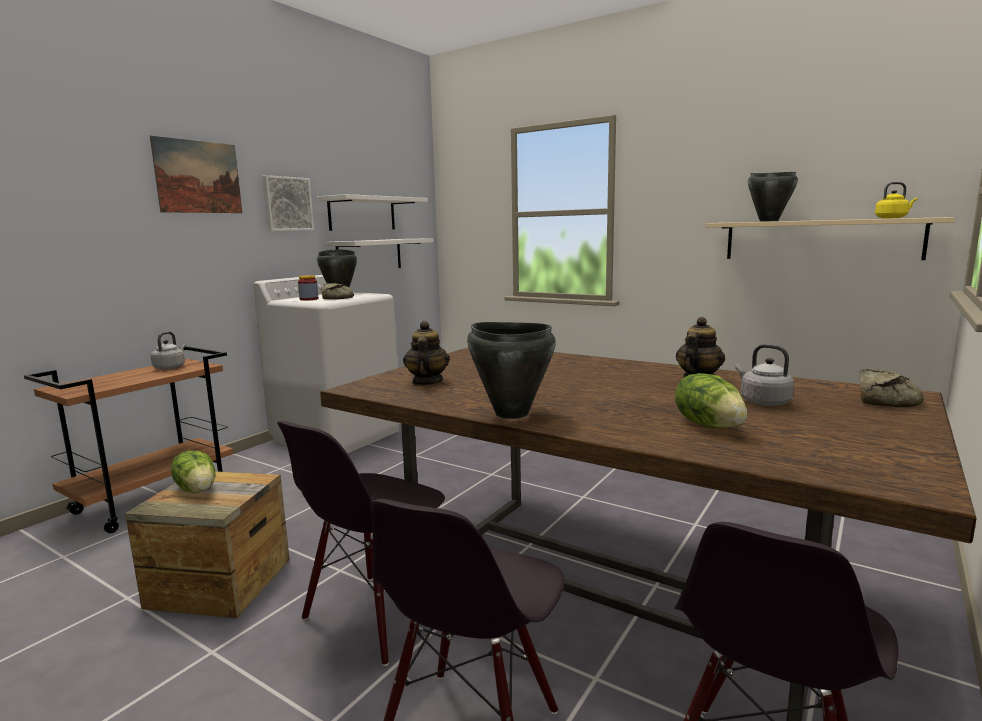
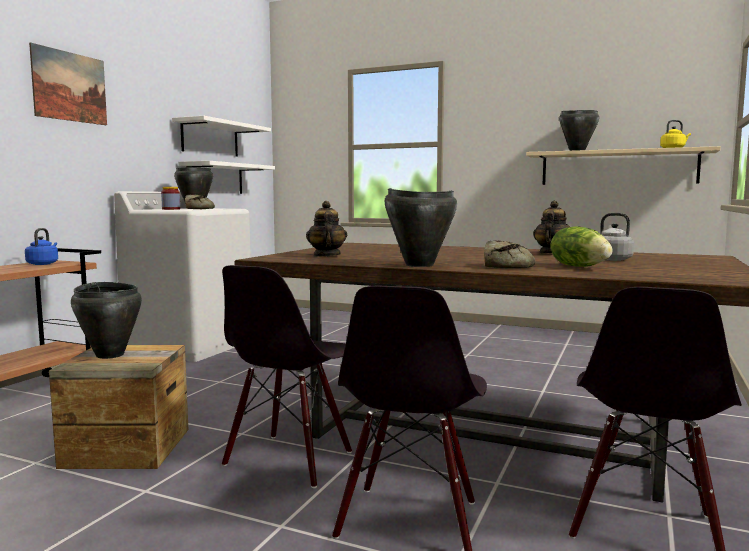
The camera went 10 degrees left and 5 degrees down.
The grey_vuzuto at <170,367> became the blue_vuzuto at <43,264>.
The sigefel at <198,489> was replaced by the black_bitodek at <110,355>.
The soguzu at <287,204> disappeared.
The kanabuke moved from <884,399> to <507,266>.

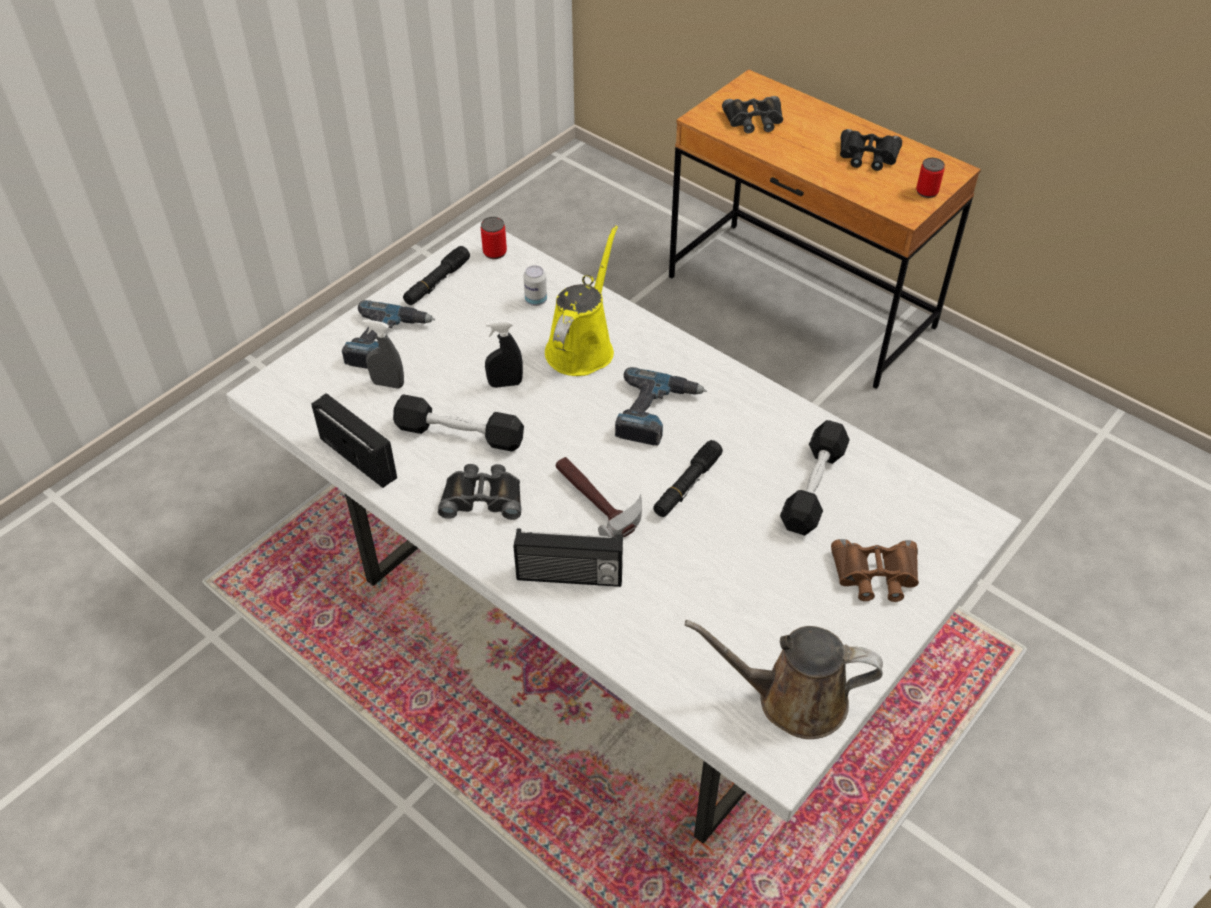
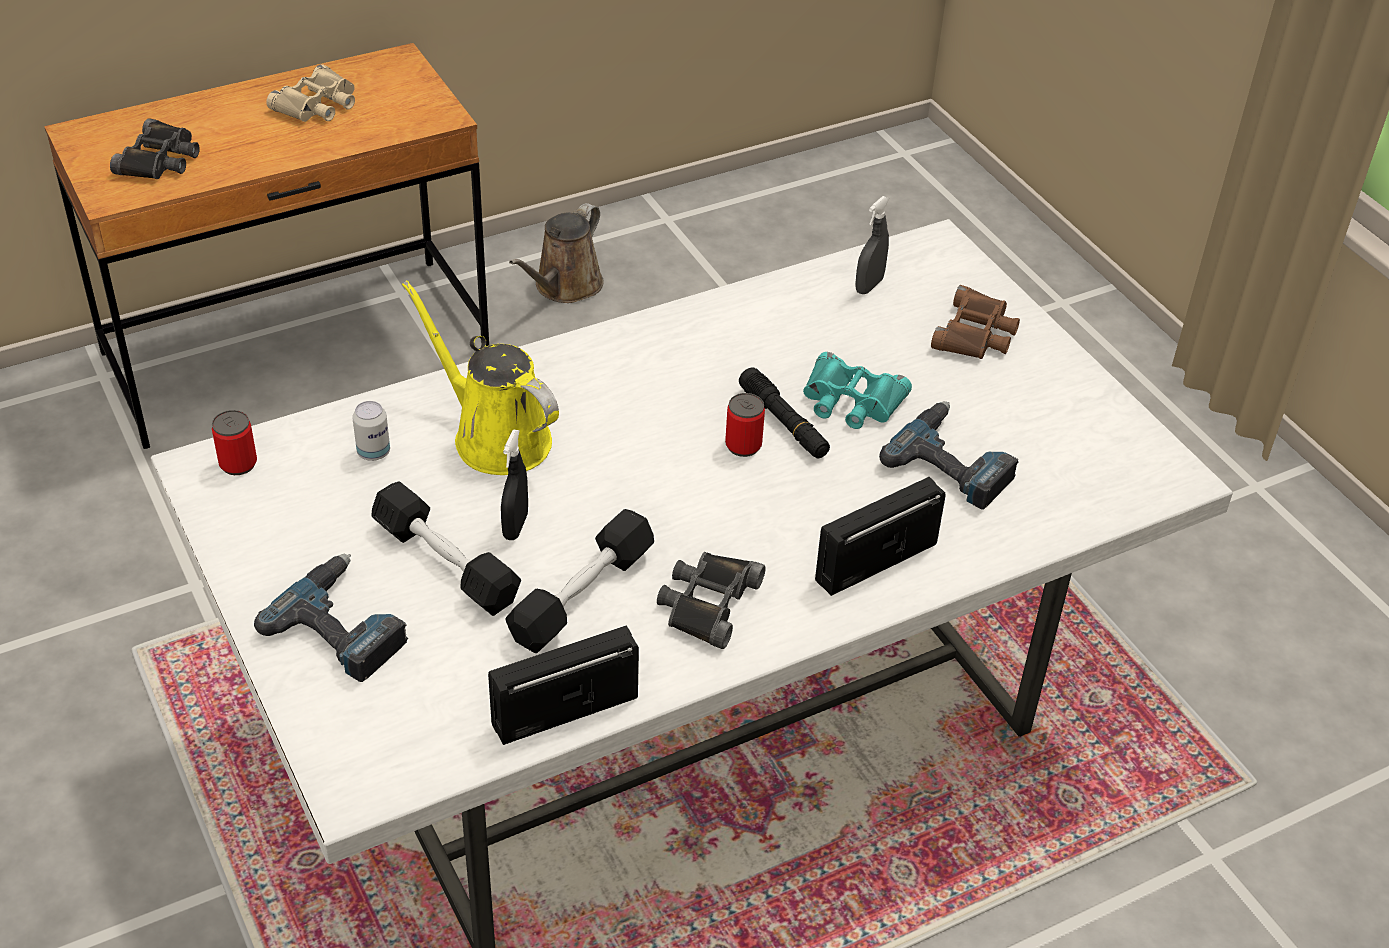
The camera went 70 degrees left and 5 degrees down.
The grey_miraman moved from <388,384> to <869,286>.
The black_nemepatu at <437,282> disappeared.
The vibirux at <569,577> turned 150 degrees counterclockwise.
The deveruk at <598,500> disappeared.
The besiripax moved from <655,413> to <953,463>.
The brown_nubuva moved from <792,699> to <564,287>.
The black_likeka moved from <813,487> to <446,563>.
The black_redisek at <868,156> became the beige_redisek at <318,104>.
The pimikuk moved from <927,192> to <743,445>.
The turquoise_redisek at <851,401> appeared.

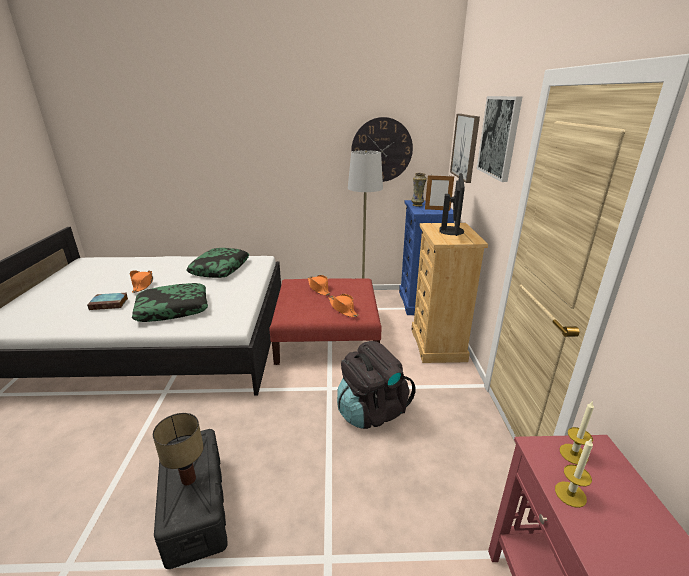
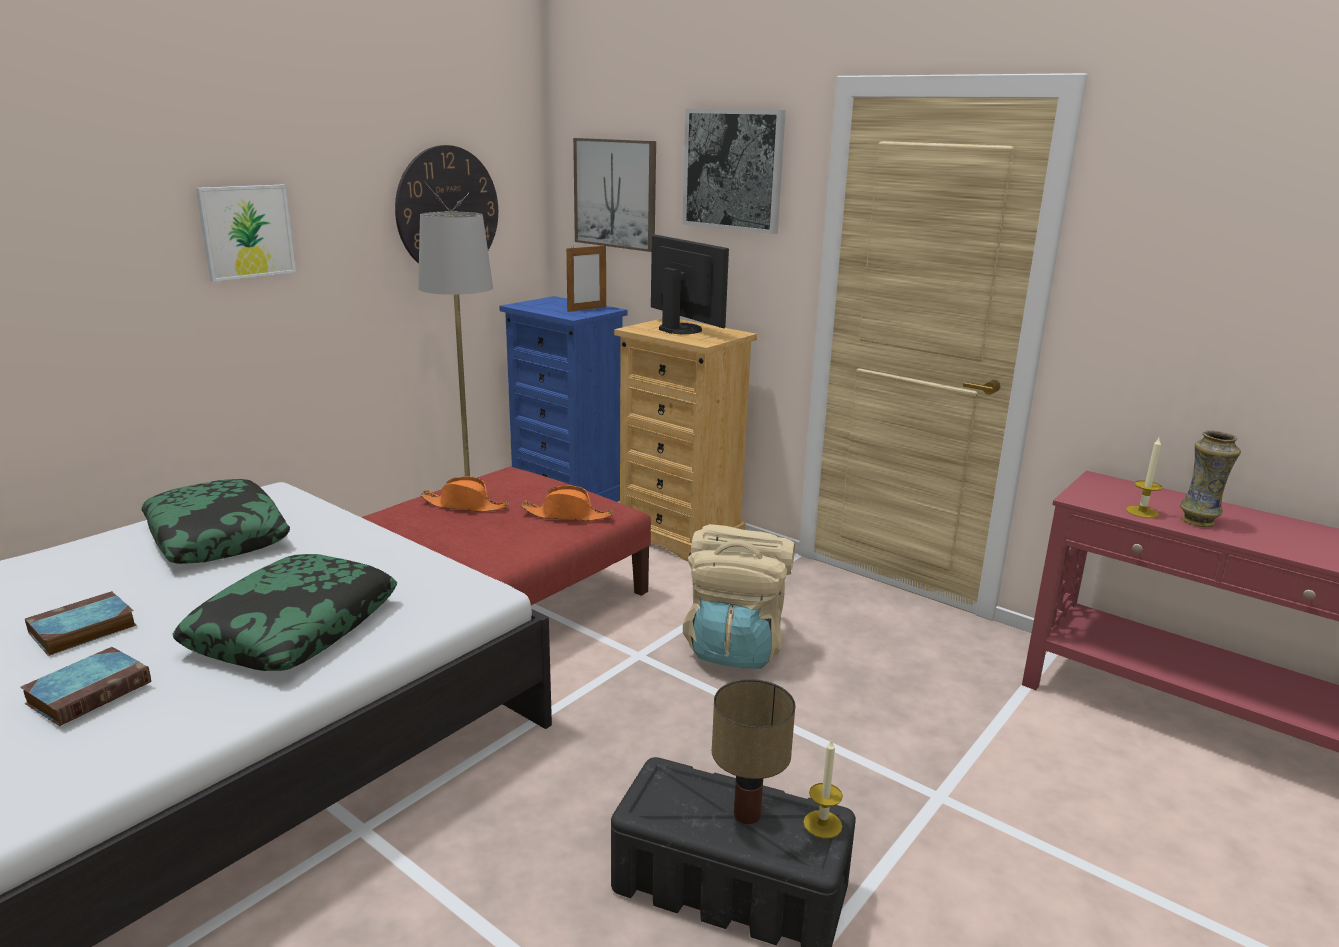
The camera went 50 degrees left and 5 degrees down.
The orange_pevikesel at <143,284> was replaced by the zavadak at <81,630>.
The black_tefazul at <372,411> became the beige_tefazul at <736,646>.
The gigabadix moved from <417,205> to <1199,521>.
The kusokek moved from <573,454> to <822,824>.
The soguzu at <246,231> appeared.

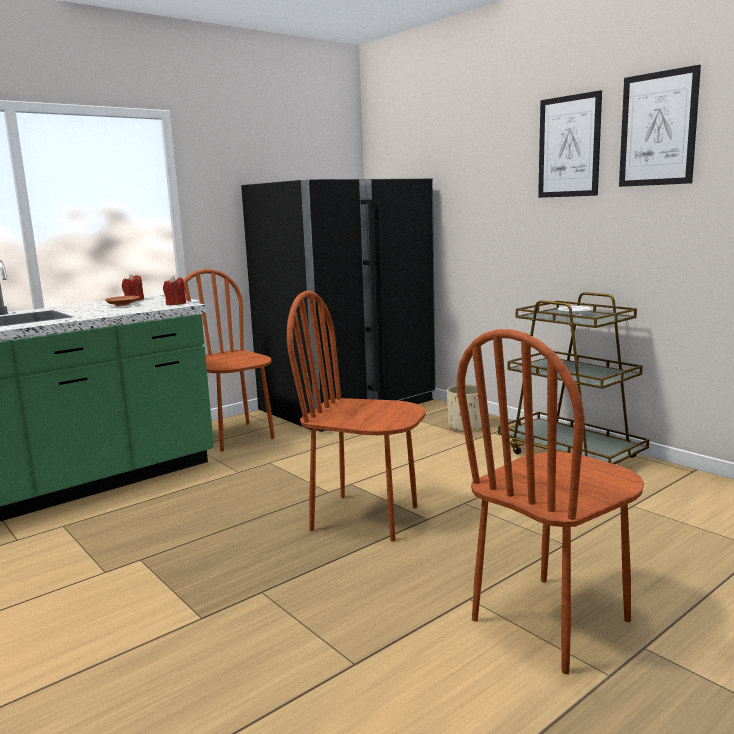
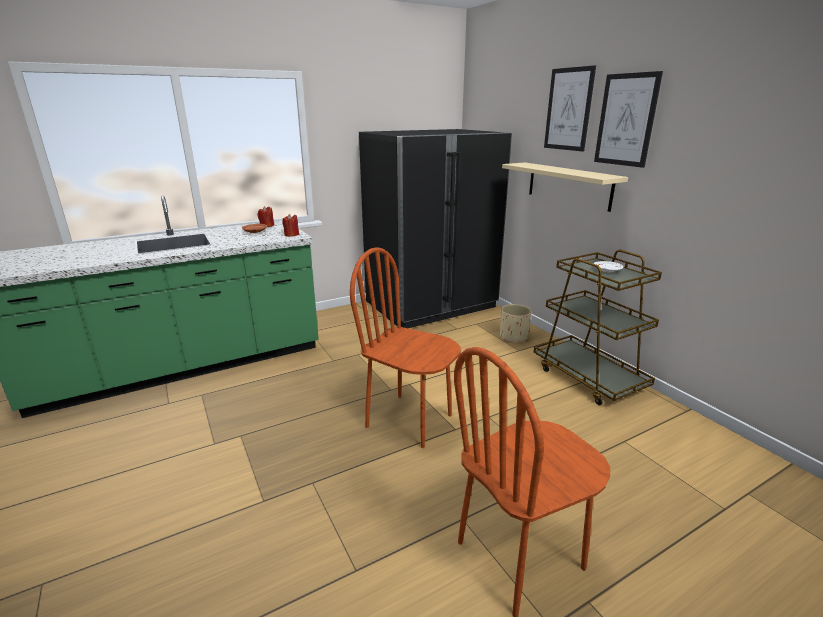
The camera went 10 degrees right and 10 degrees up.
The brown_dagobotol at <234,437> disappeared.
The soguzu moved from <658,129> to <568,109>.
The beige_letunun at <568,185> appeared.

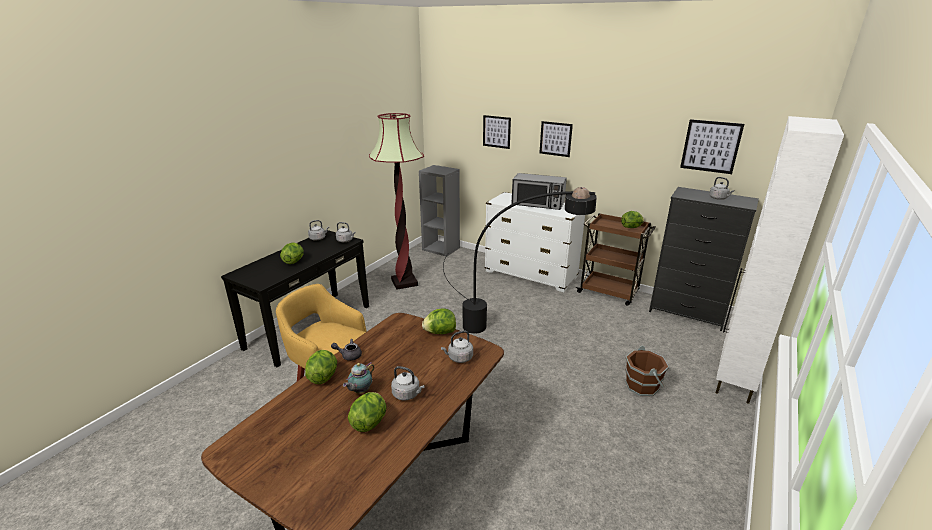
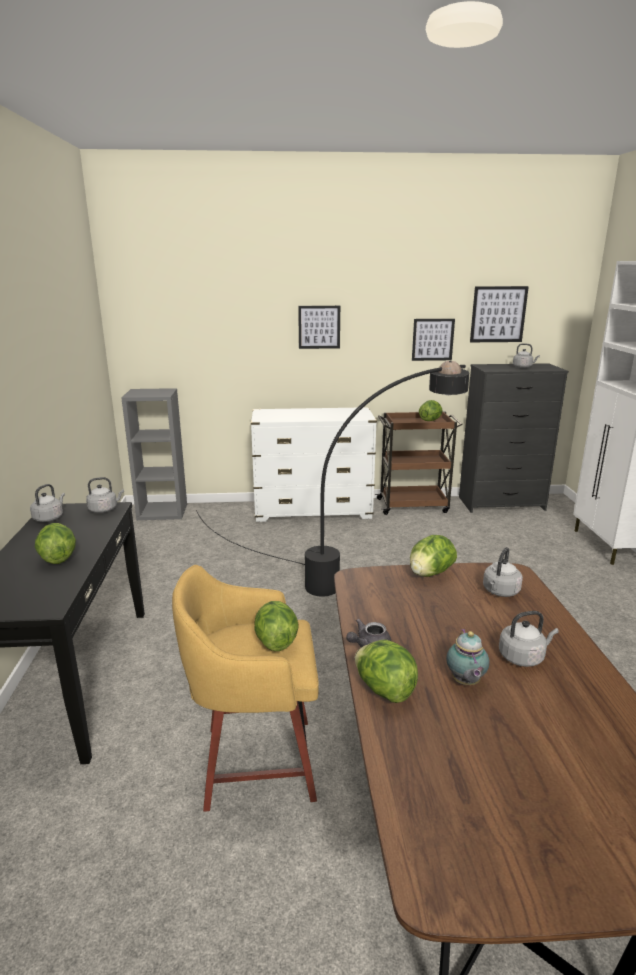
The camera went 35 degrees left and 5 degrees down.
The sigefel moved from <370,422> to <275,641>.
The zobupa at <404,282> disappeared.
The soguzu moved from <496,131> to <432,339>.
The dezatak at <537,204> disappeared.
The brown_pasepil at <642,386> disappeared.

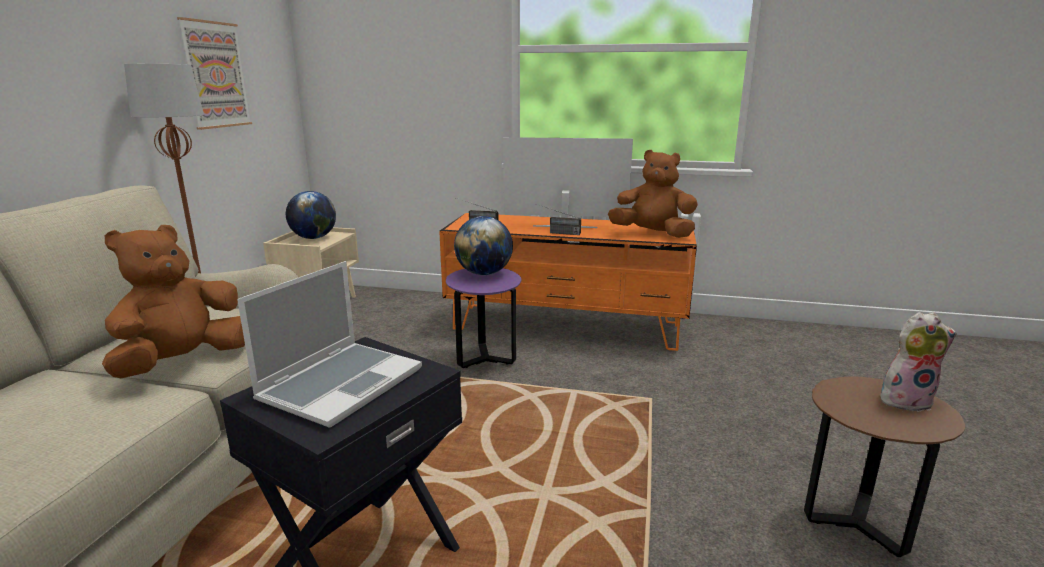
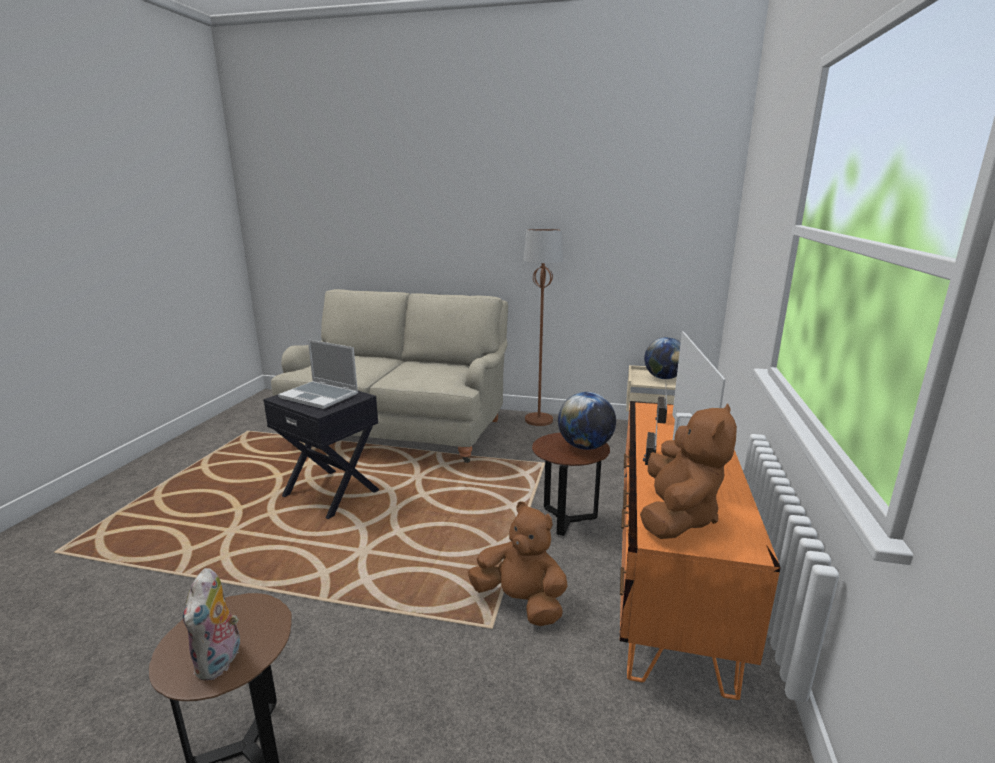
The camera went 90 degrees right and 0 degrees up.
The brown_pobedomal moved from <183,362> to <521,602>.
The soguzu at <215,75> disappeared.
The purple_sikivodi at <485,359> became the brown_sikivodi at <567,520>.

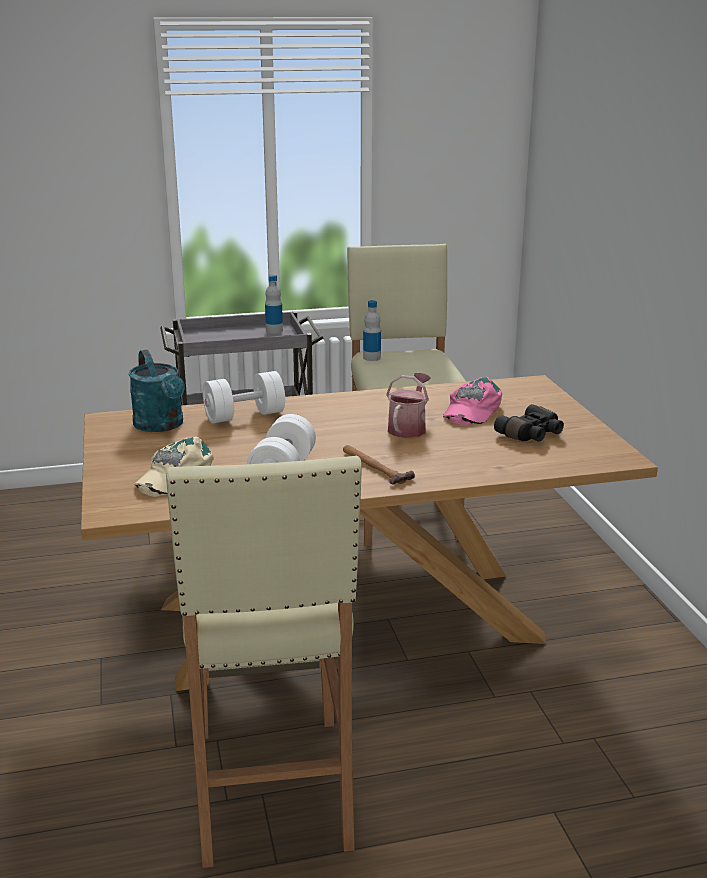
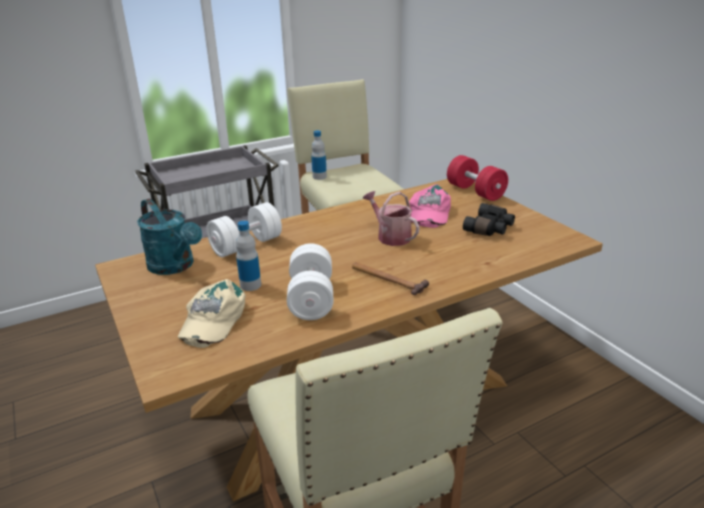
The camera went 15 degrees left and 5 degrees up.
The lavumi moved from <274,330> to <250,285>.
The nubuva at <408,427> turned 45 degrees counterclockwise.
The red_likeka at <475,192> appeared.

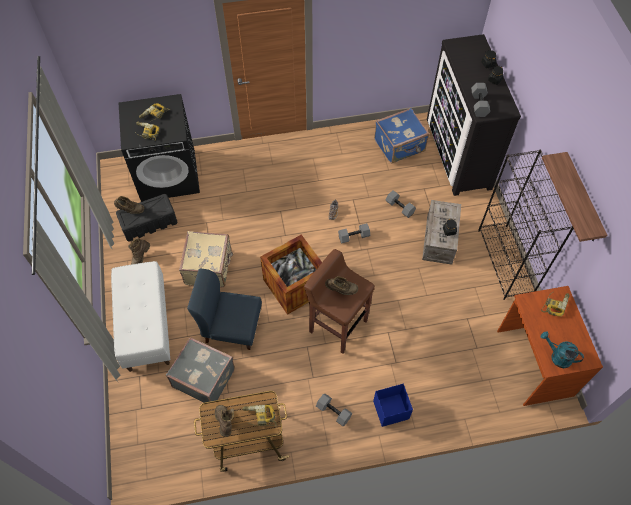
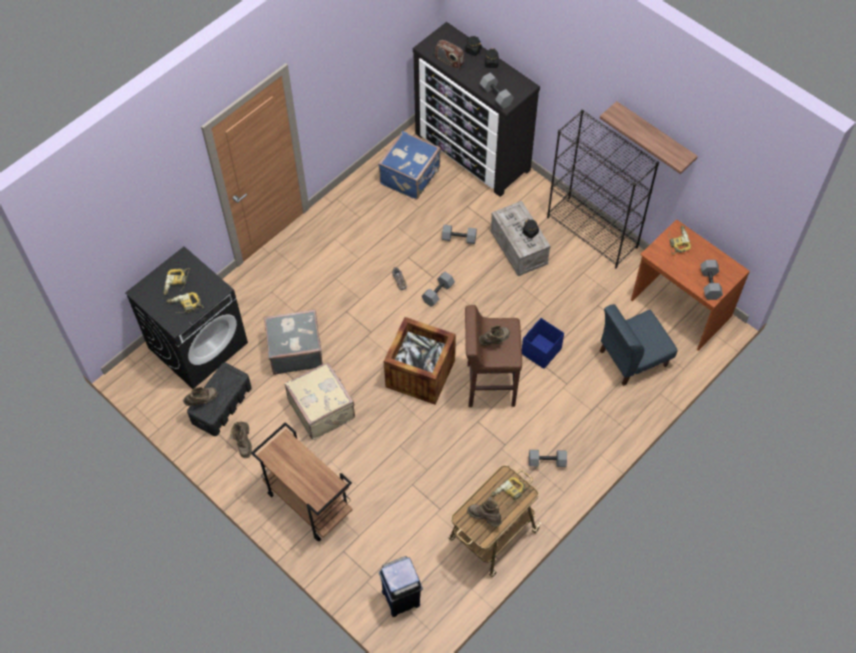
The camera went 35 degrees left and 0 degrees up.
The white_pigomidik at <146,325> was replaced by the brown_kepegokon at <308,502>.
The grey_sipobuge moved from <204,377> to <295,350>.
The blue_dagobotol moved from <231,327> to <632,358>.
The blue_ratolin moved from <390,410> to <540,351>.
The turquoise_nubuva at <557,356> was replaced by the grey_likeka at <710,284>.
The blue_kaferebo at <401,598> appeared.
The vibirux at <449,61> appeared.

